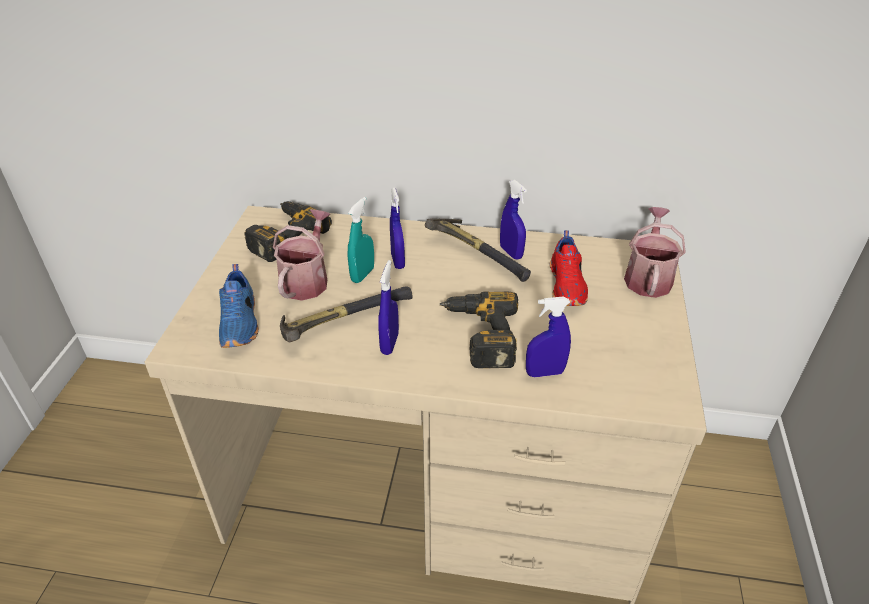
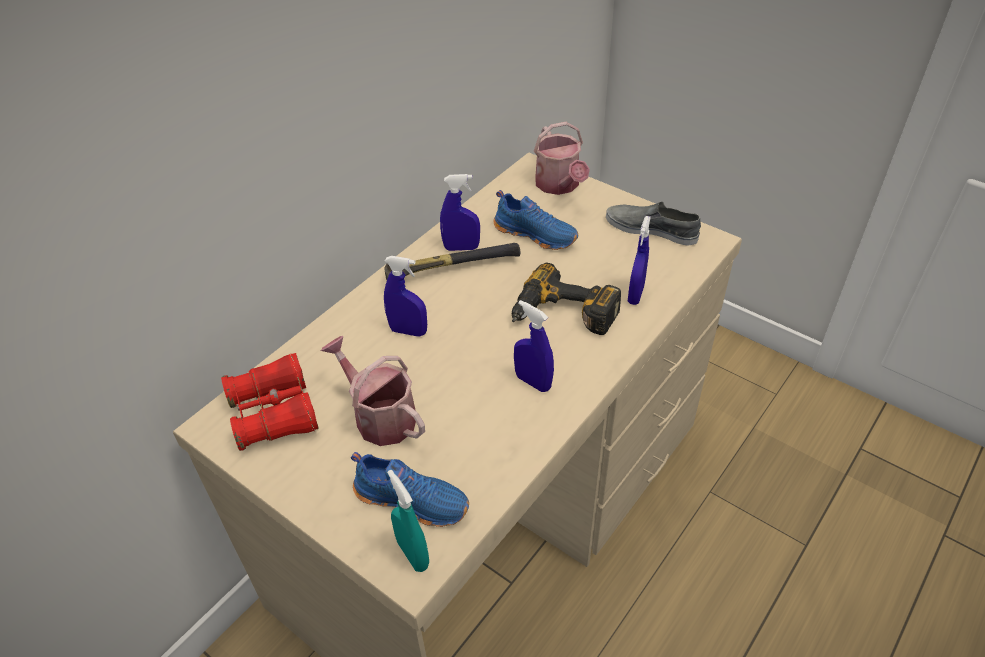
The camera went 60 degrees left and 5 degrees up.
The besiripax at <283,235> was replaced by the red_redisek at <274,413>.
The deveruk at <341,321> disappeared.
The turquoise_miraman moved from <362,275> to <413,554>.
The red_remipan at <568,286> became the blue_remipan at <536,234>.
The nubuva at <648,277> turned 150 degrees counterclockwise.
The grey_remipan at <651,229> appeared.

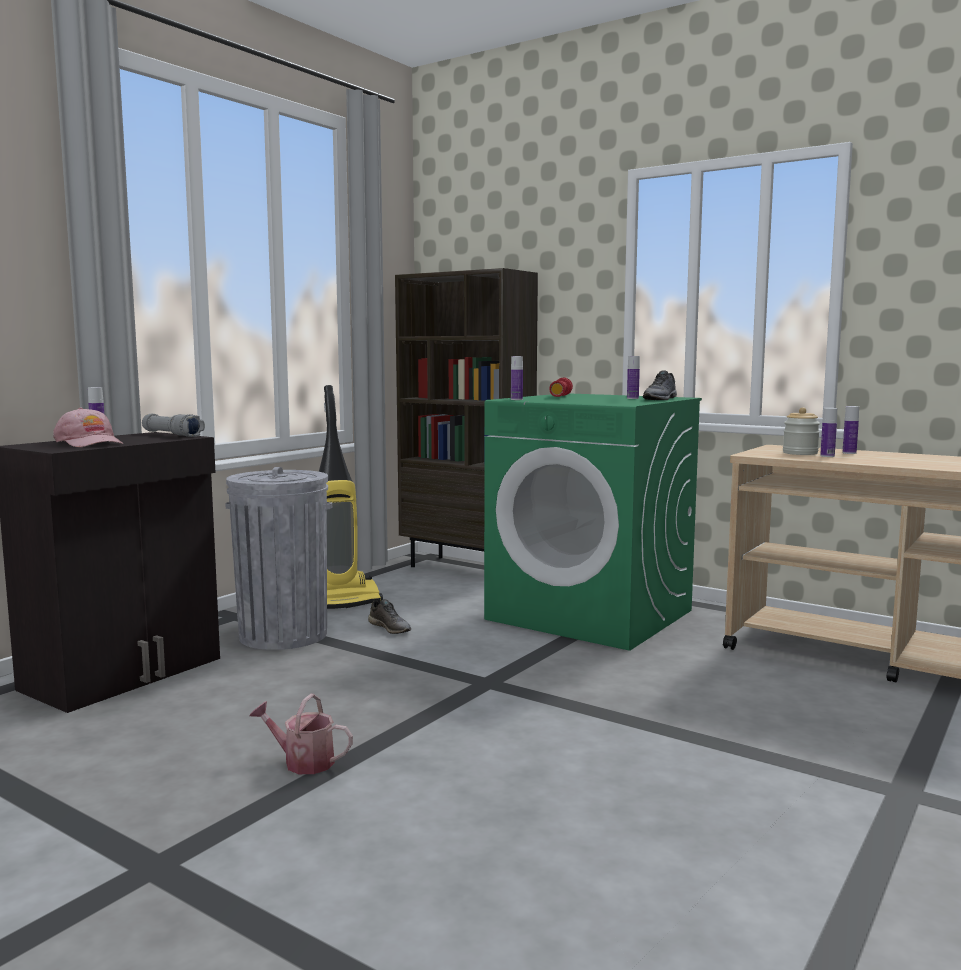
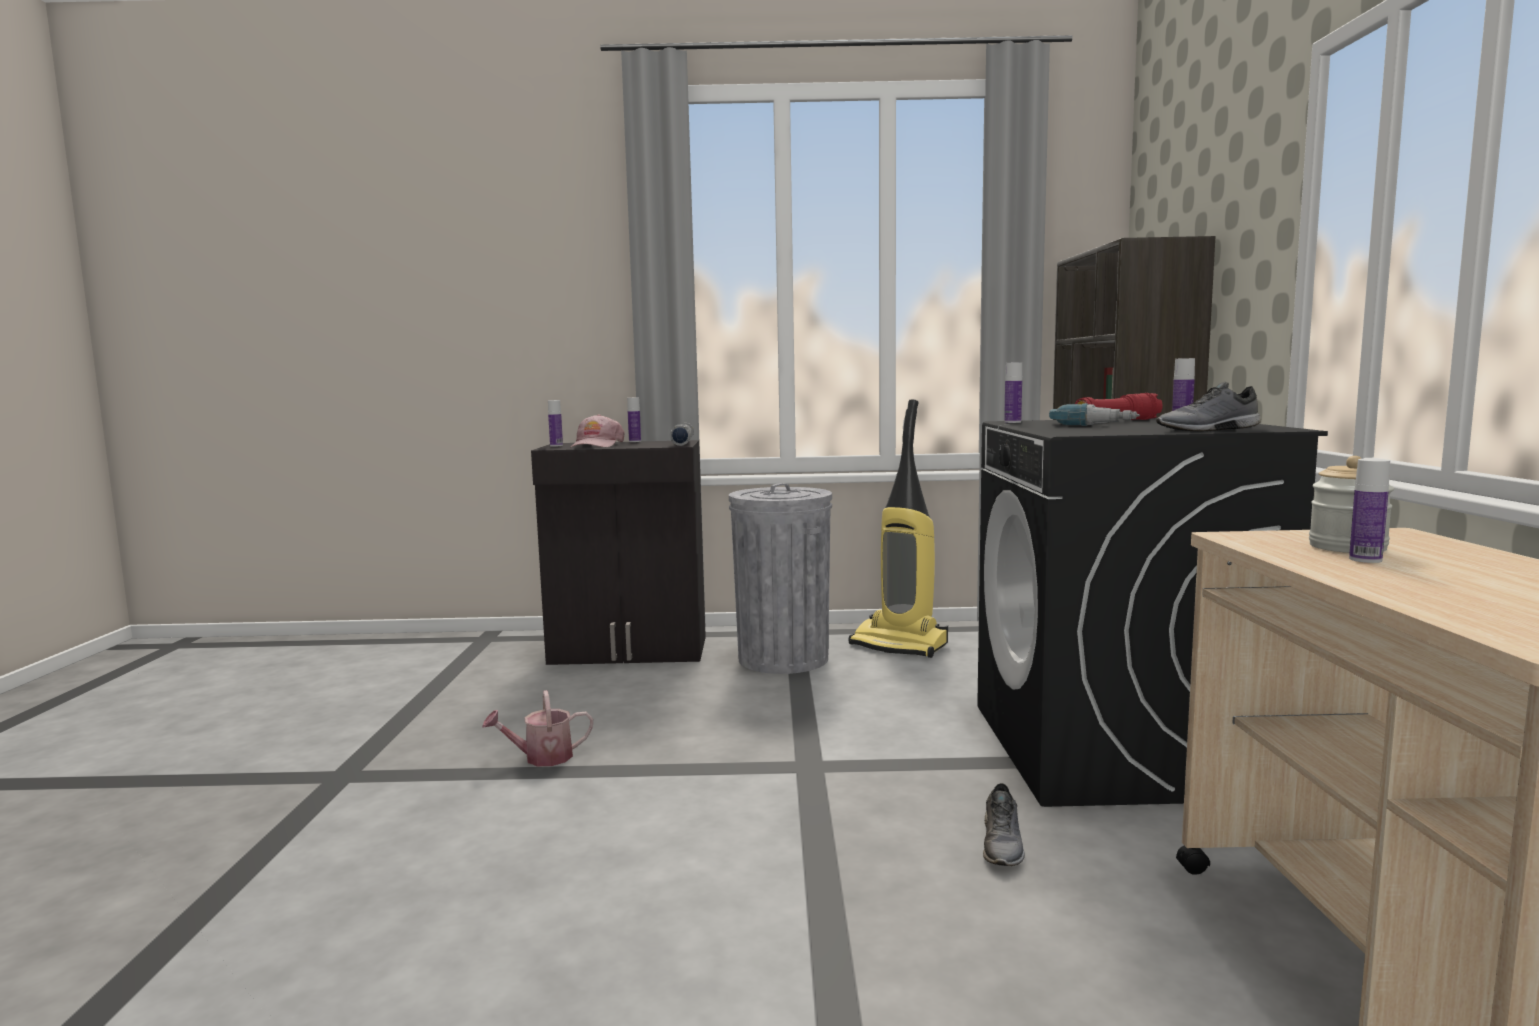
The camera went 55 degrees right and 0 degrees up.
The nubuva at <302,762> turned 90 degrees counterclockwise.
The grey_remipan moved from <390,628> to <1003,845>.
The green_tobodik at <591,615> became the black_tobodik at <1116,750>.
The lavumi moved from <849,453> to <556,446>.
The besiripax at <1092,425> appeared.

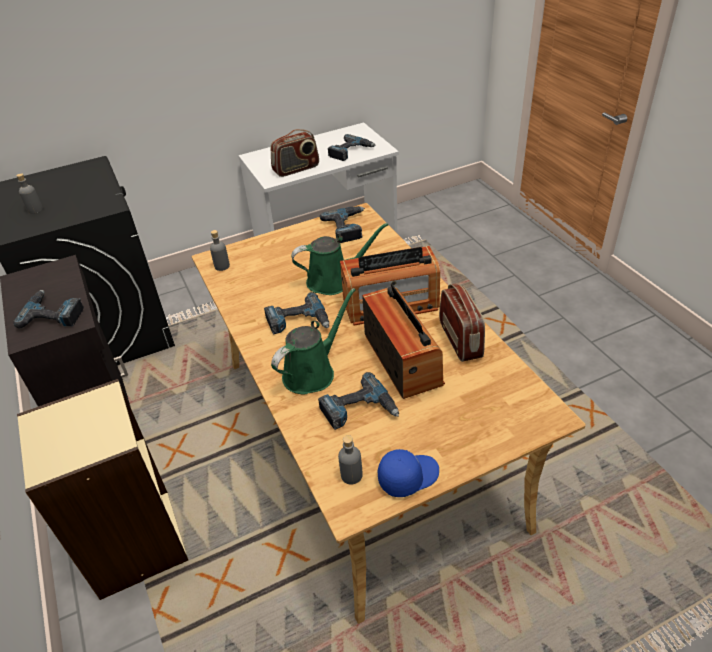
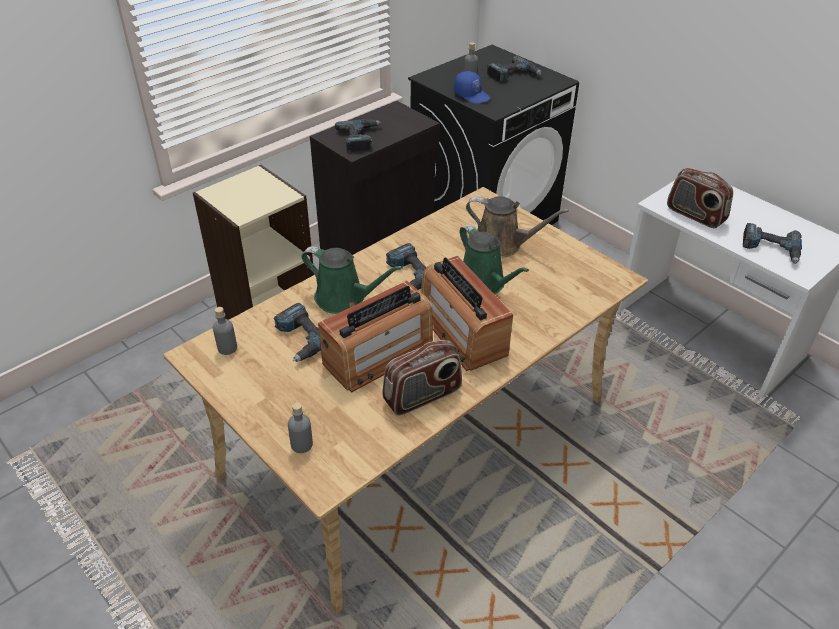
The camera went 70 degrees right and 0 degrees up.
The grey_lavumi moved from <222,266> to <302,444>.
The besiripax moved from <347,227> to <513,75>.
The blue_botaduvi moved from <408,476> to <472,95>.
The brown_nubuva at <503,245> appeared.

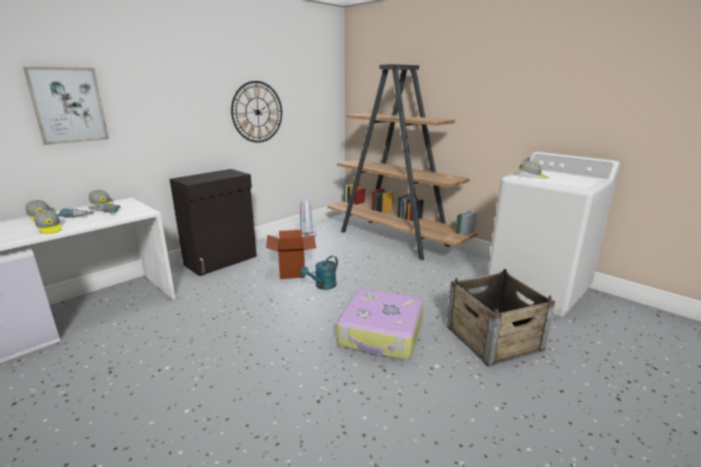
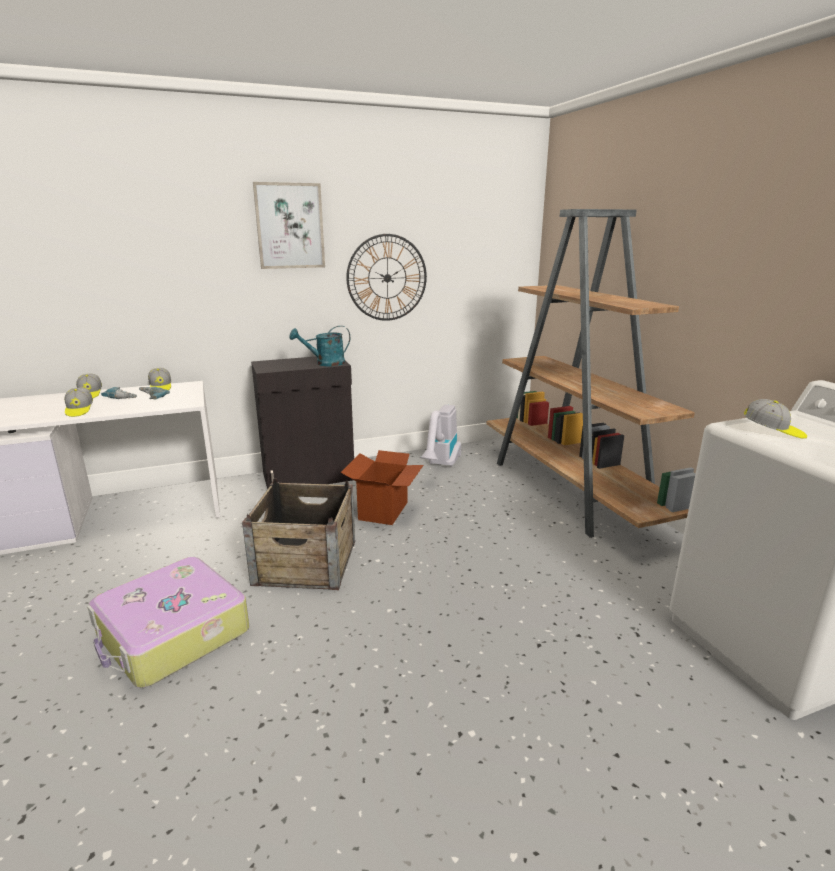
The camera went 25 degrees right and 0 degrees up.
The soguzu moved from <68,105> to <290,226>.
The turquoise_nubuva moved from <323,286> to <325,363>.
The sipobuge moved from <381,334> to <172,634>.
The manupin moved from <494,338> to <306,562>.

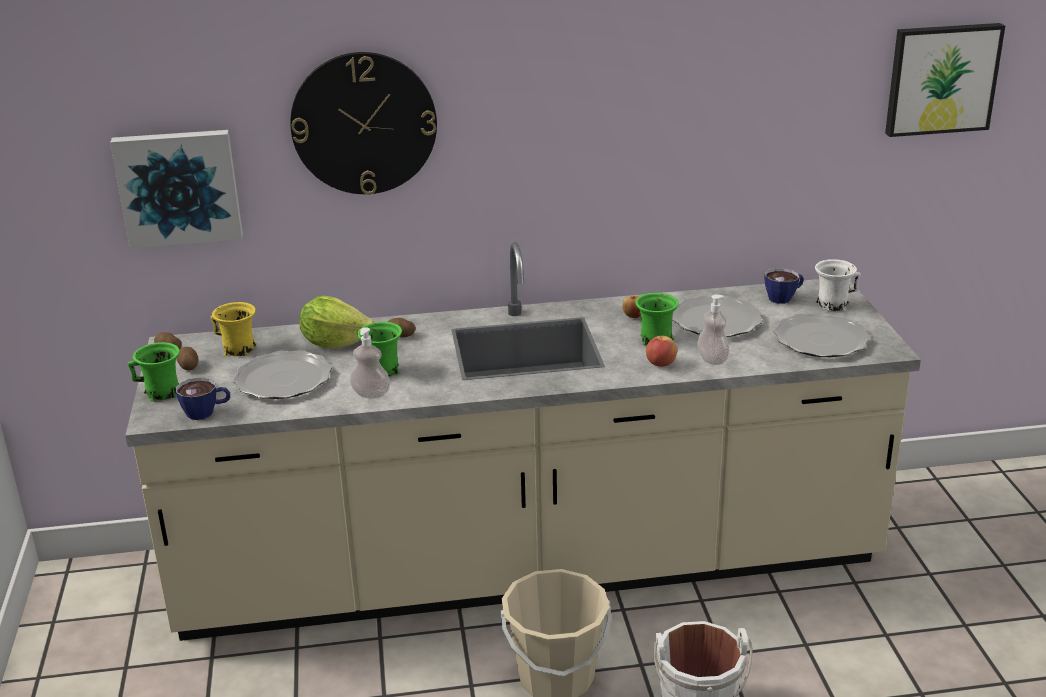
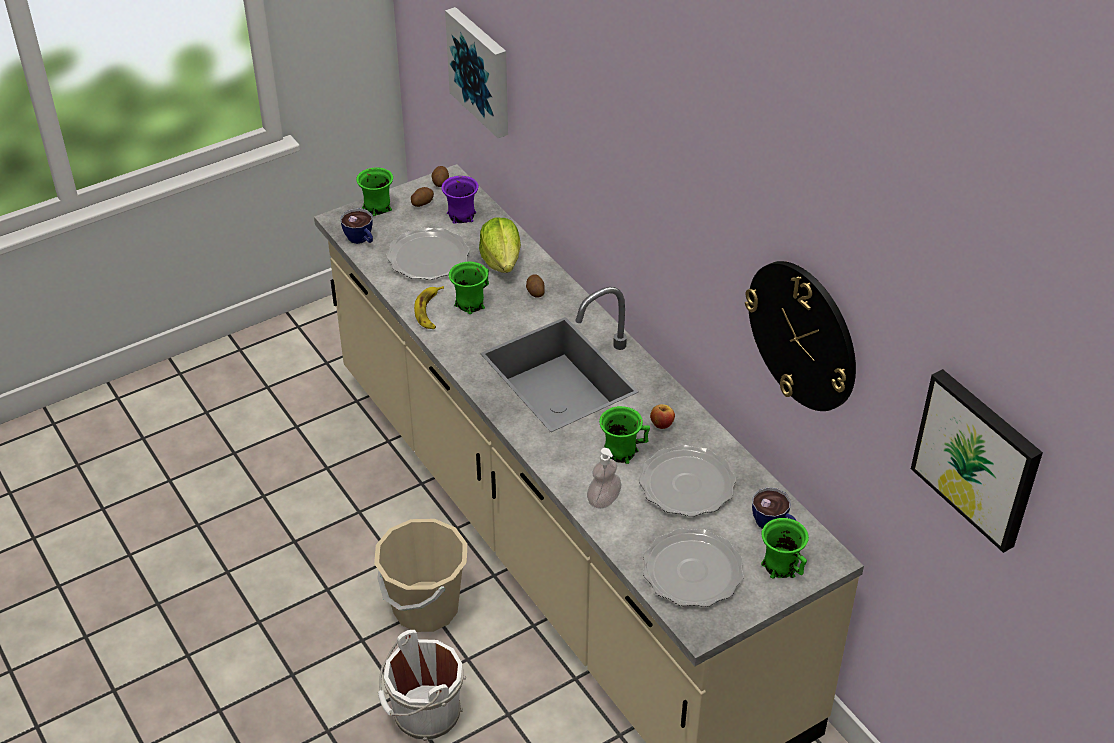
The camera went 65 degrees right and 15 degrees up.
The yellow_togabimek at <238,350> became the purple_togabimek at <461,216>.
The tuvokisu moved from <364,123> to <803,335>.
The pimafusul at <371,394> was replaced by the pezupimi at <430,311>.
The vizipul at <660,364> disappeared.
The white_togabimek at <832,304> became the green_togabimek at <781,565>.

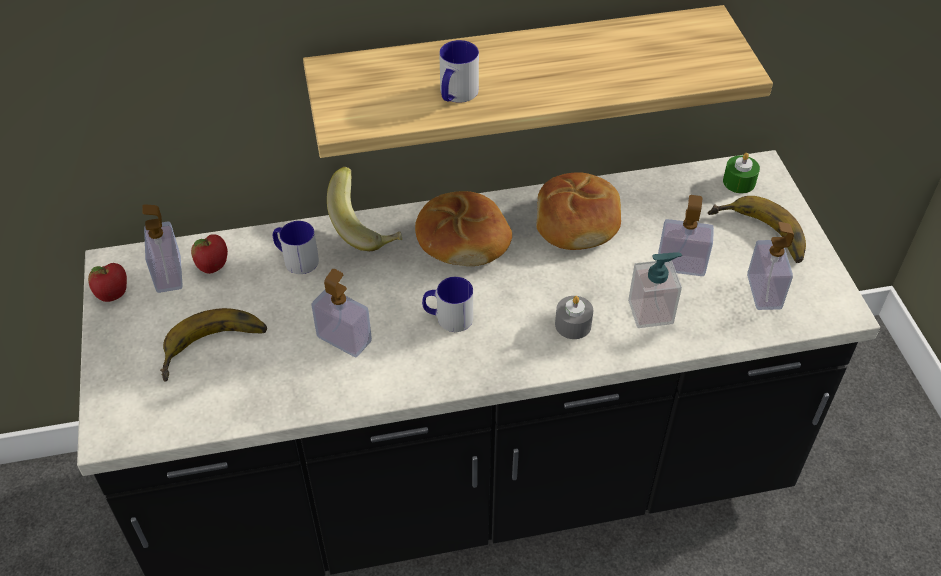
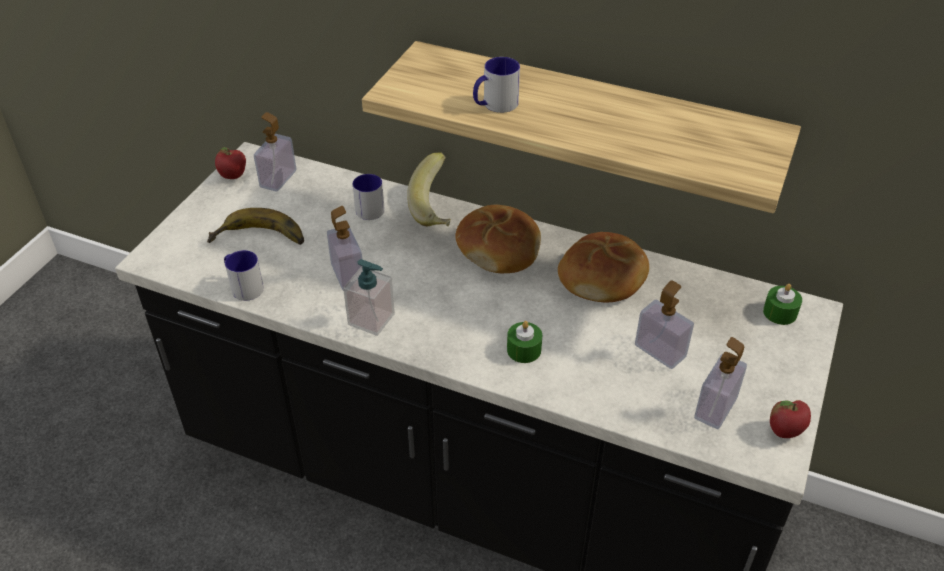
The camera went 35 degrees right and 5 degrees down.
The vizipul moved from <214,267> to <785,432>.
The togabimek moved from <448,317> to <243,286>.
The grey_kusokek at <573,325> became the green_kusokek at <524,350>.
The pimafusul moved from <651,312> to <371,319>.
The pezupimi at <757,237> disappeared.

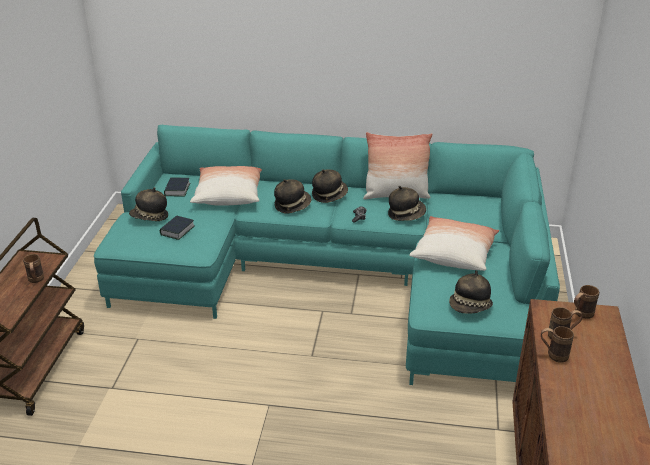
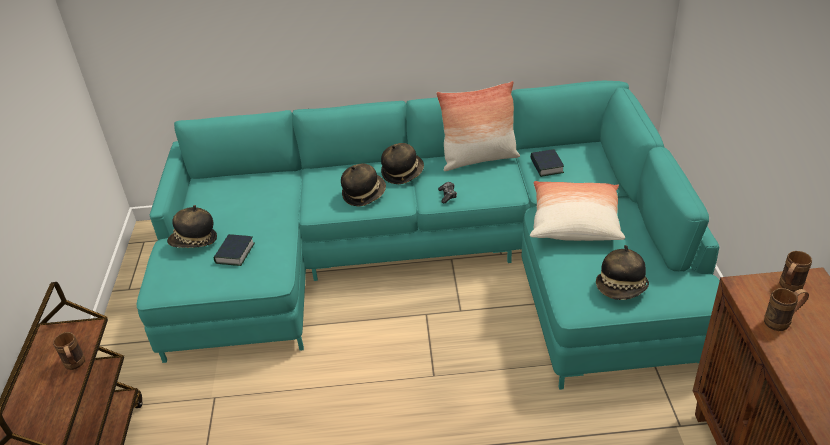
The camera went 10 degrees left and 5 degrees up.
The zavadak moved from <177,190> to <546,166>.
The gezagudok at <228,195> disappeared.
The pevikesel at <406,214> disappeared.
The brown_togabimek at <553,355> disappeared.

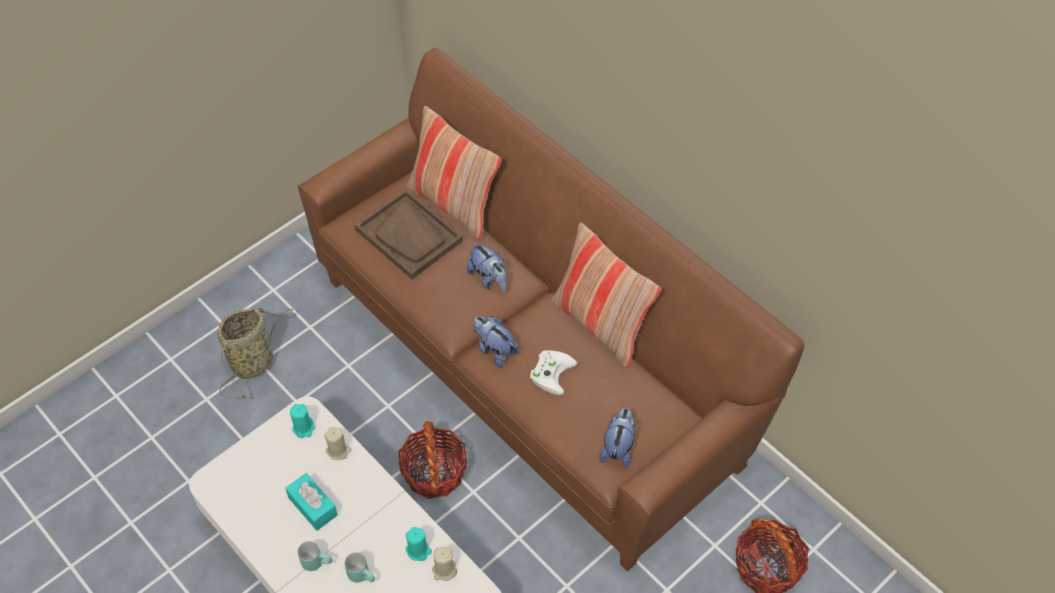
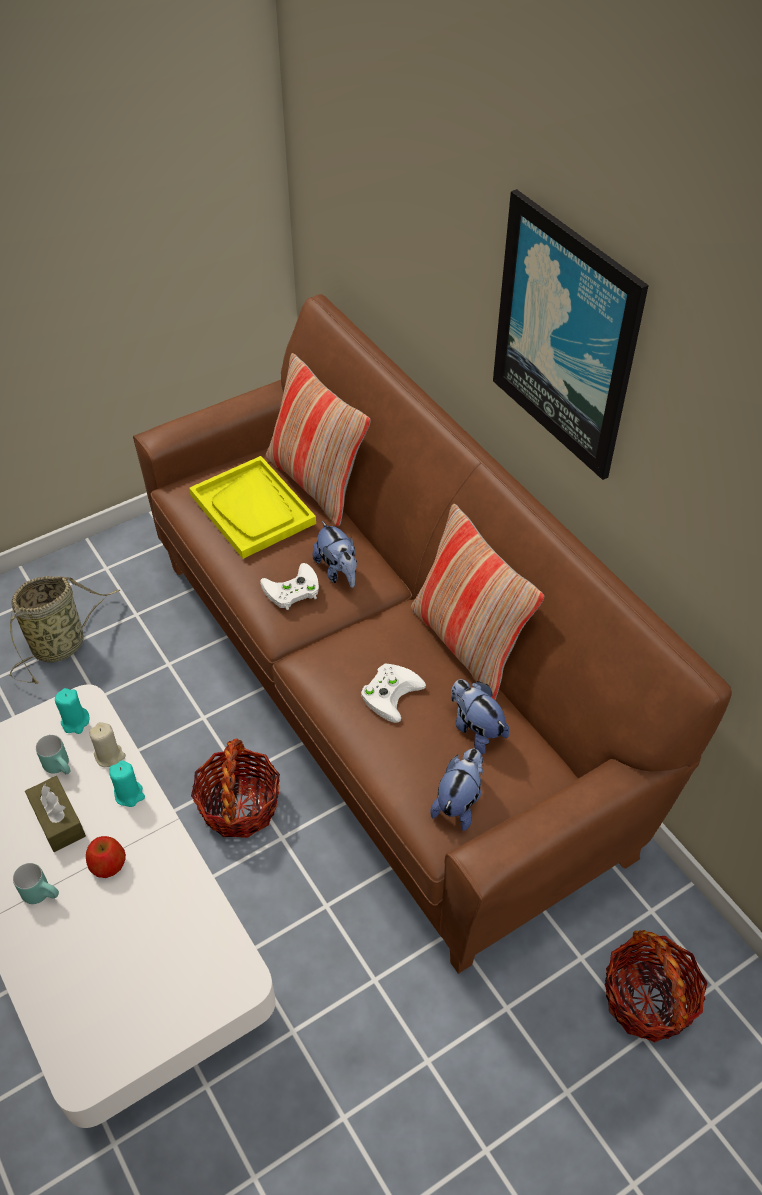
The camera went 10 degrees right and 5 degrees down.
The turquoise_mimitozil at <313,506> became the brown_mimitozil at <58,820>.
The turquoise_togabimek moved from <363,575> to <61,766>.
The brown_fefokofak at <409,235> became the yellow_fefokofak at <253,509>.
The turquoise_kusokek moved from <418,550> to <129,794>.
The beige_kusokek at <444,570> disappeared.
The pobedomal moved from <494,350> to <475,729>.
The vizipul at <108,864> appeared.
The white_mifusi at <291,591> appeared.
The soguzu at <566,336> appeared.

